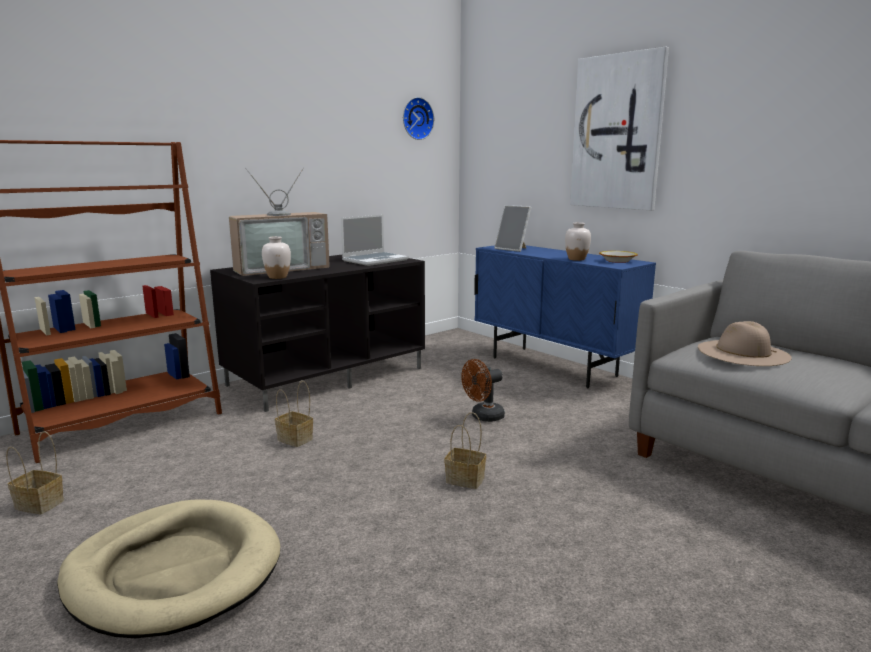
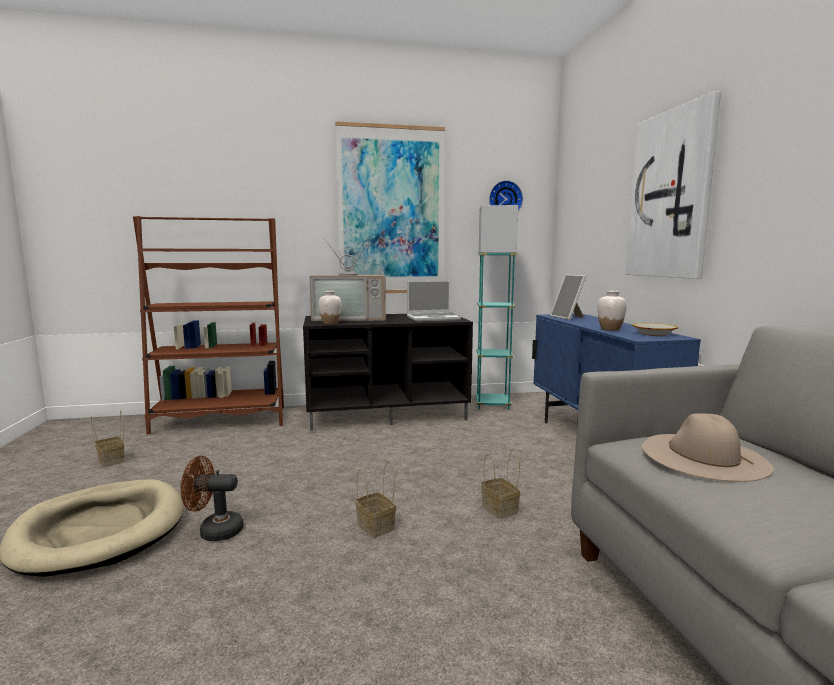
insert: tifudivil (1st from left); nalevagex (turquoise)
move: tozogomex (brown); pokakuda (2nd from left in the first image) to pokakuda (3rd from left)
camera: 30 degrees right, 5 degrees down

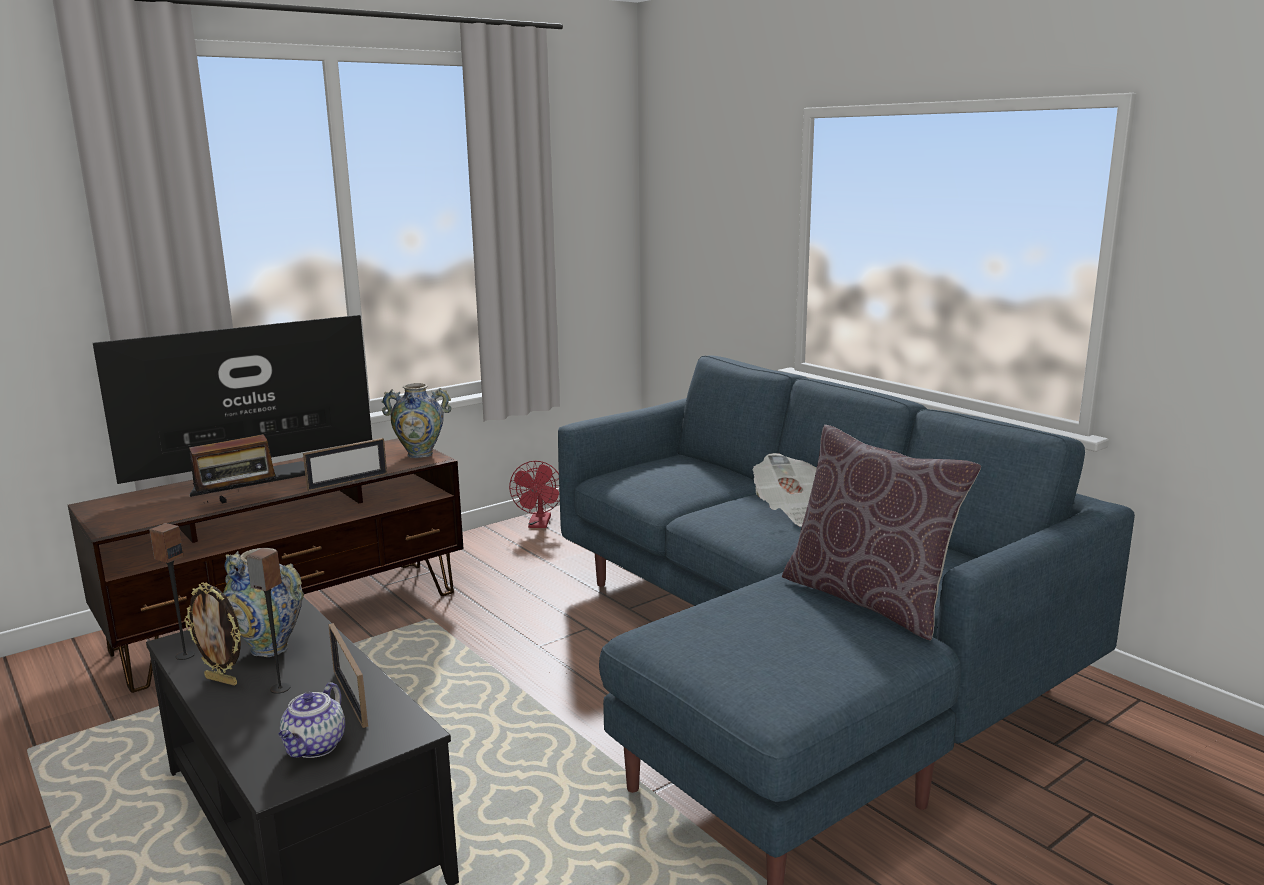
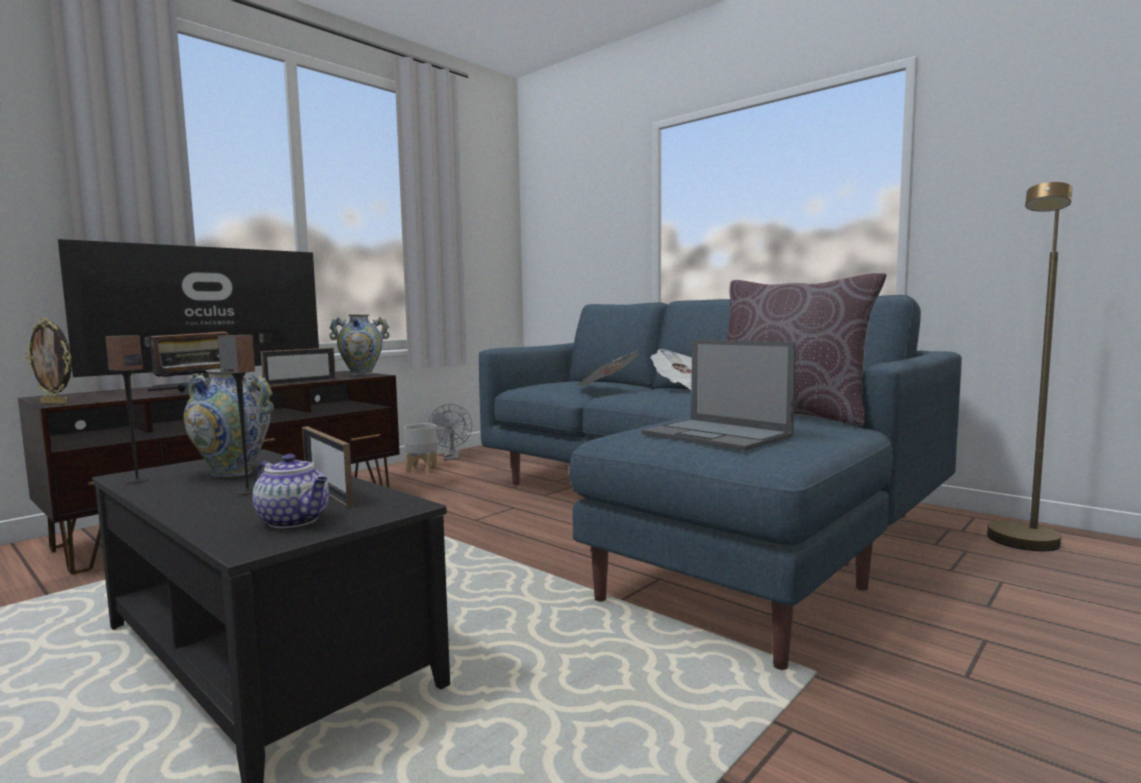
insert: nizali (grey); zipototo (1st from left); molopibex; nalevagex (brown)
move: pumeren (1st from left)
recolor: tozogomex (red) to tozogomex (grey)
rotate: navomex 60 degrees counterclockwise
camera: 10 degrees left, 10 degrees down

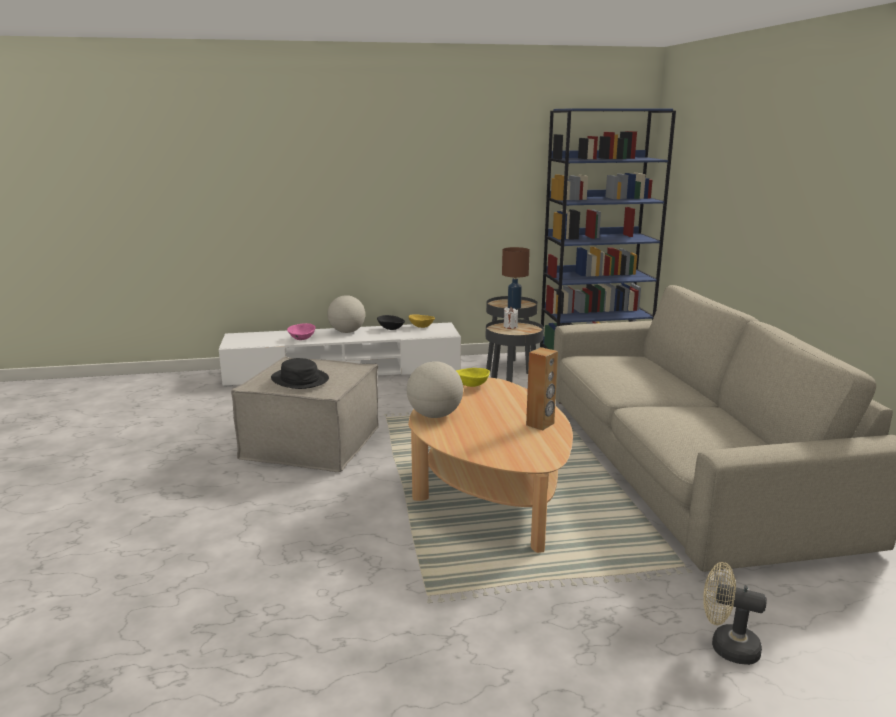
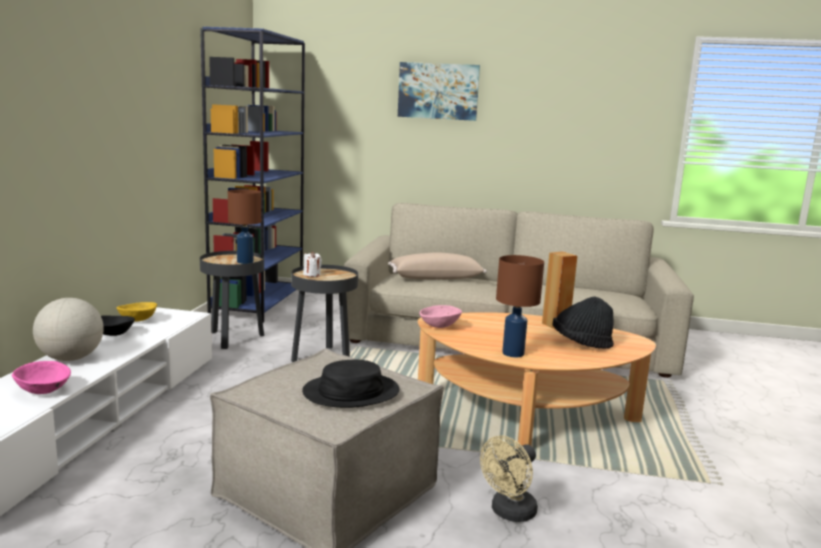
insert: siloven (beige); tifudivil; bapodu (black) (2nd from left)
move: tozogomex (beige)
replace: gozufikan (2nd from left) to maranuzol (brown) (2nd from left)
recolor: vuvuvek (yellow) (2nd from left) to vuvuvek (pink) (2nd from left)
camera: 70 degrees left, 5 degrees down

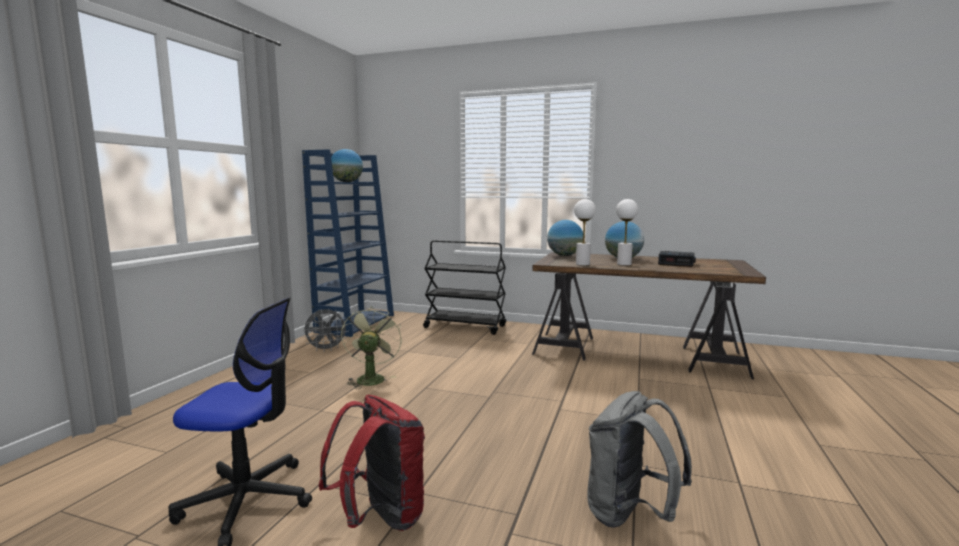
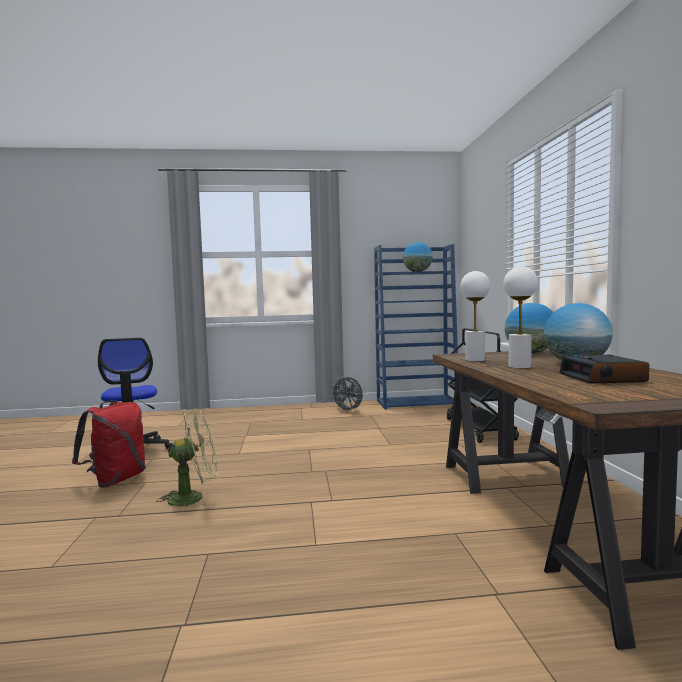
delete: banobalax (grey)
move: tozogomex (green)
camera: 65 degrees right, 5 degrees down

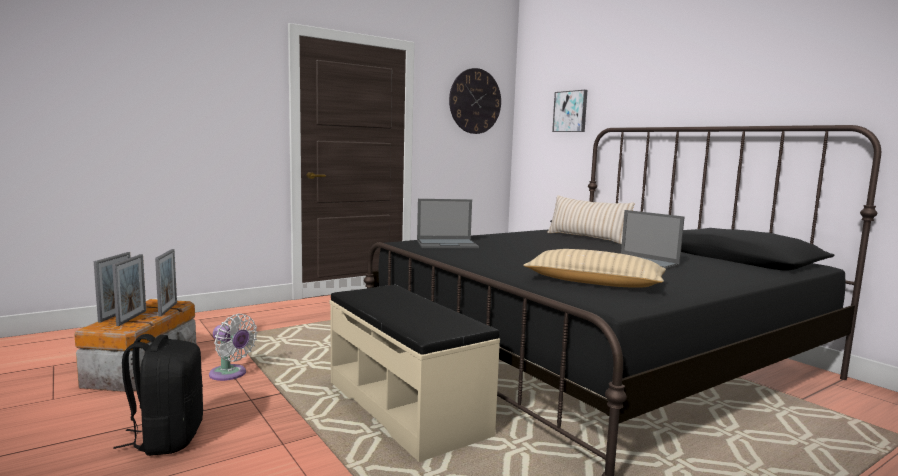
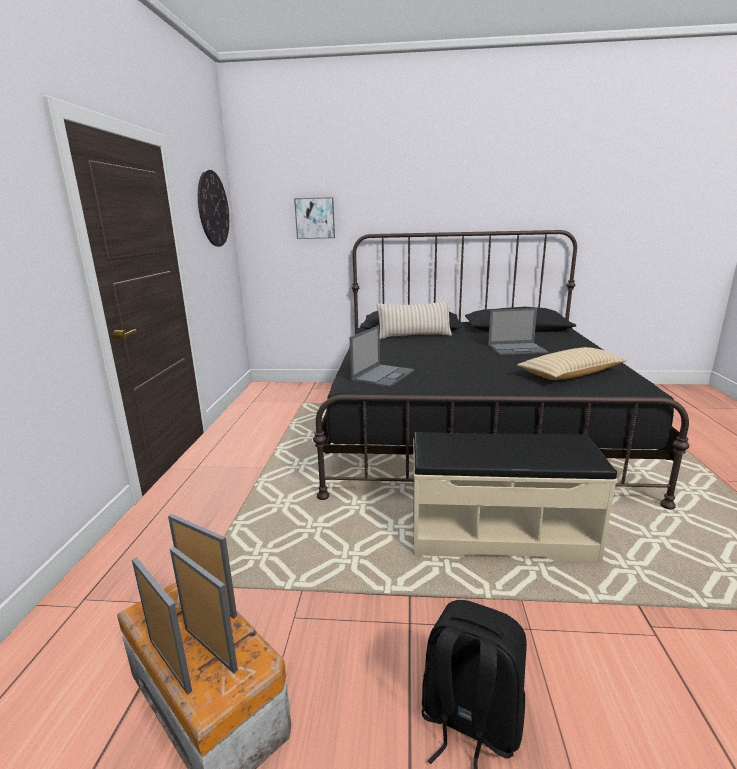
delete: tozogomex (white)
camera: 50 degrees left, 10 degrees up

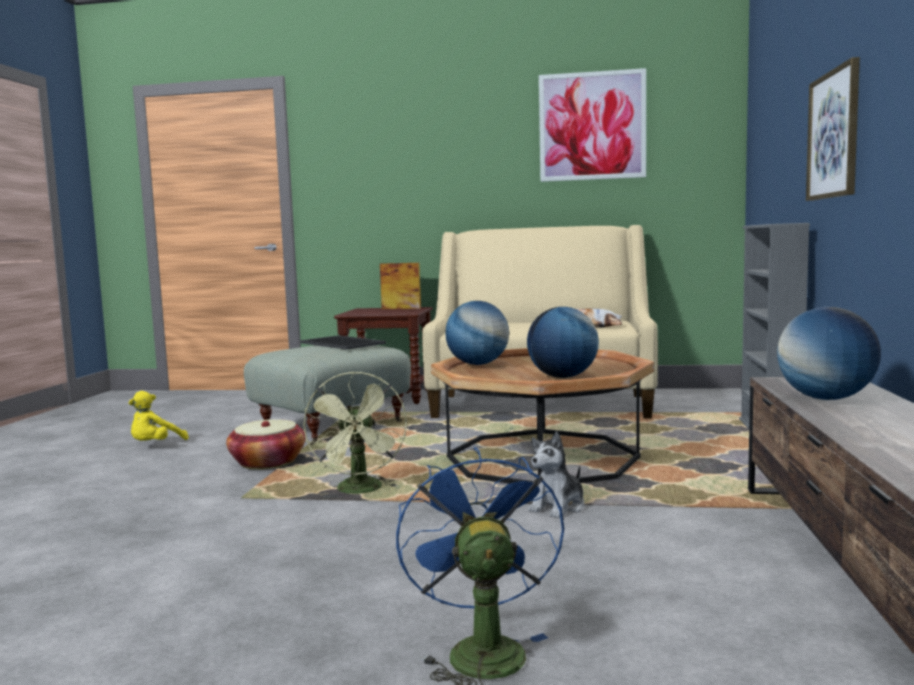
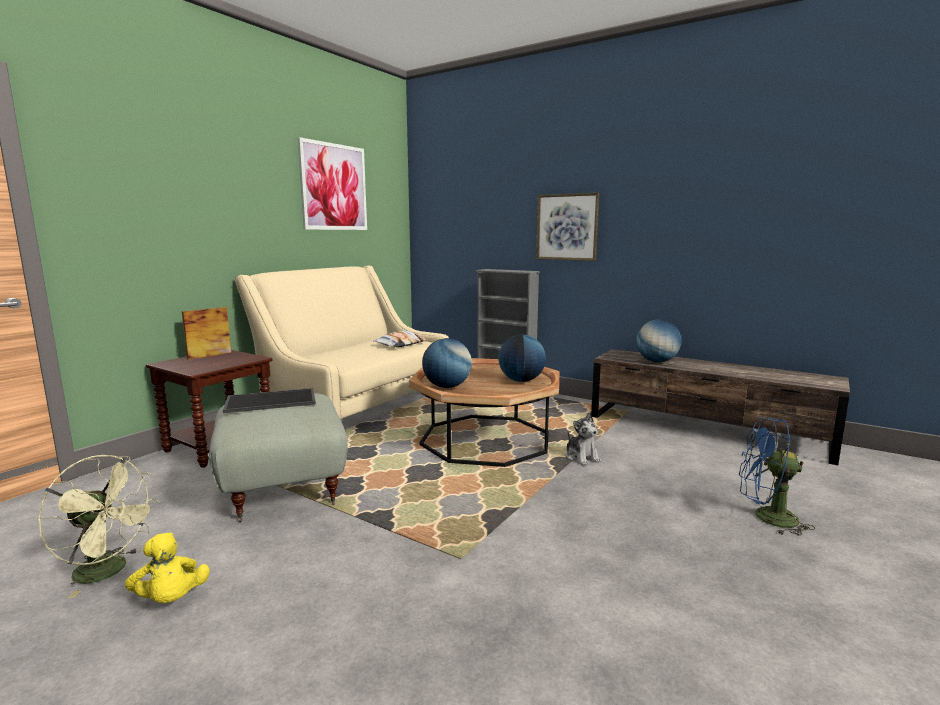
delete: pokakuda
move: tozogomex (green)
camera: 65 degrees left, 5 degrees up

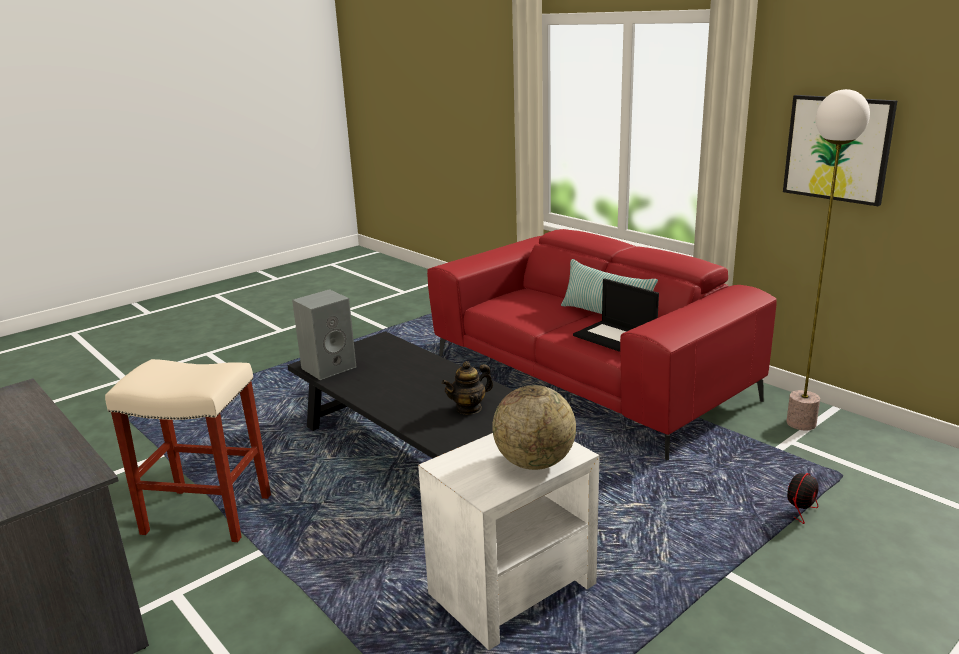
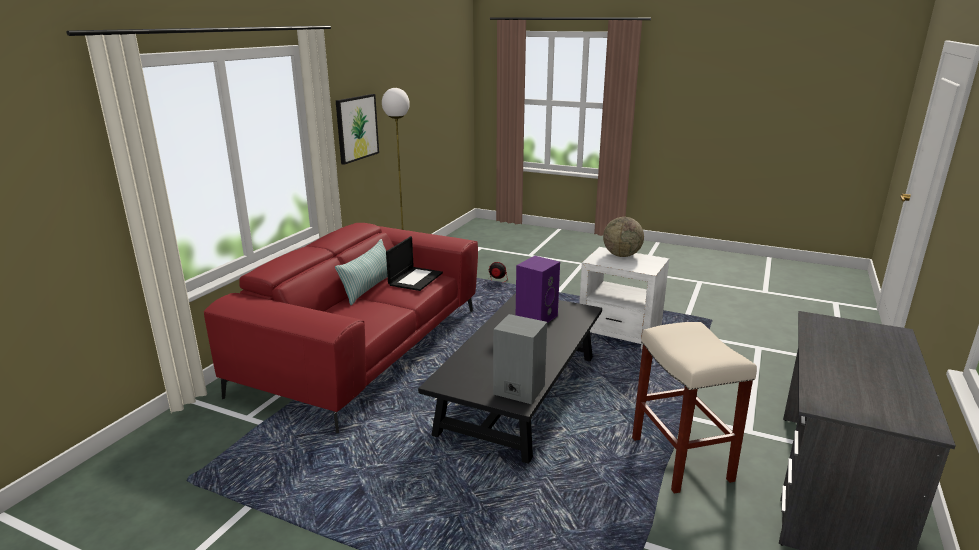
replace: navomex to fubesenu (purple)
camera: 115 degrees left, 0 degrees up

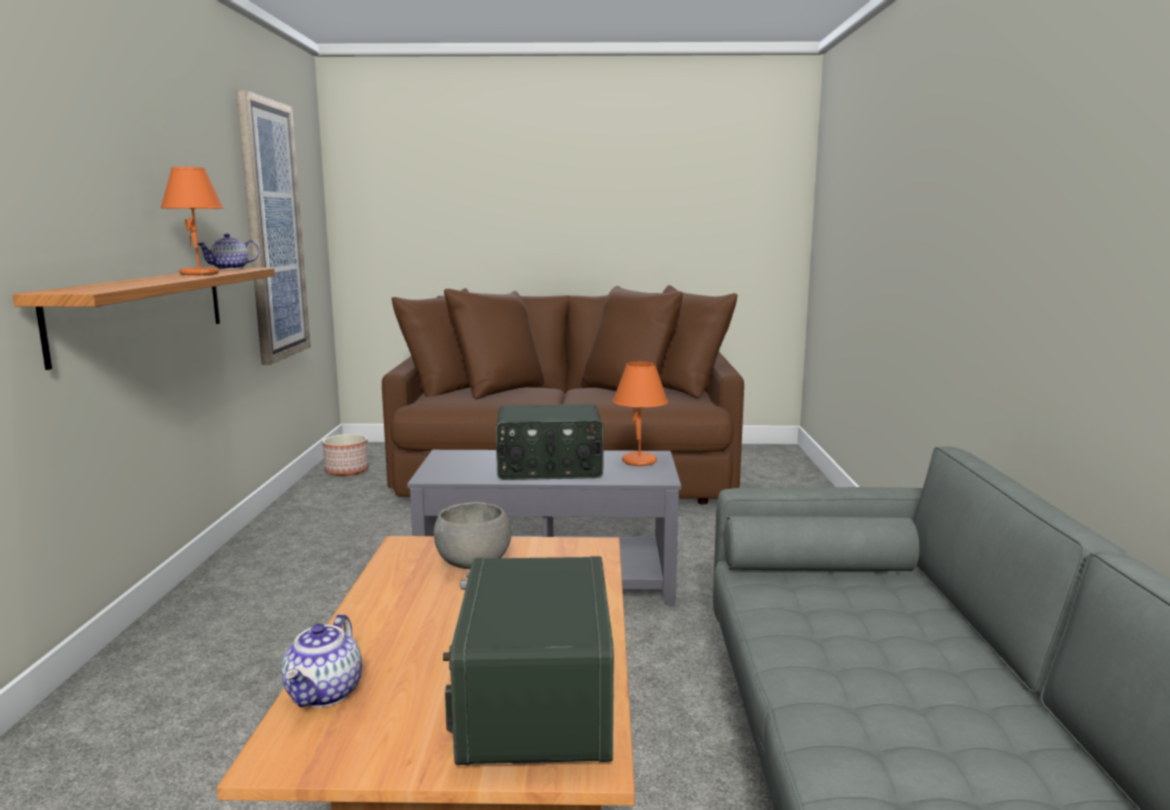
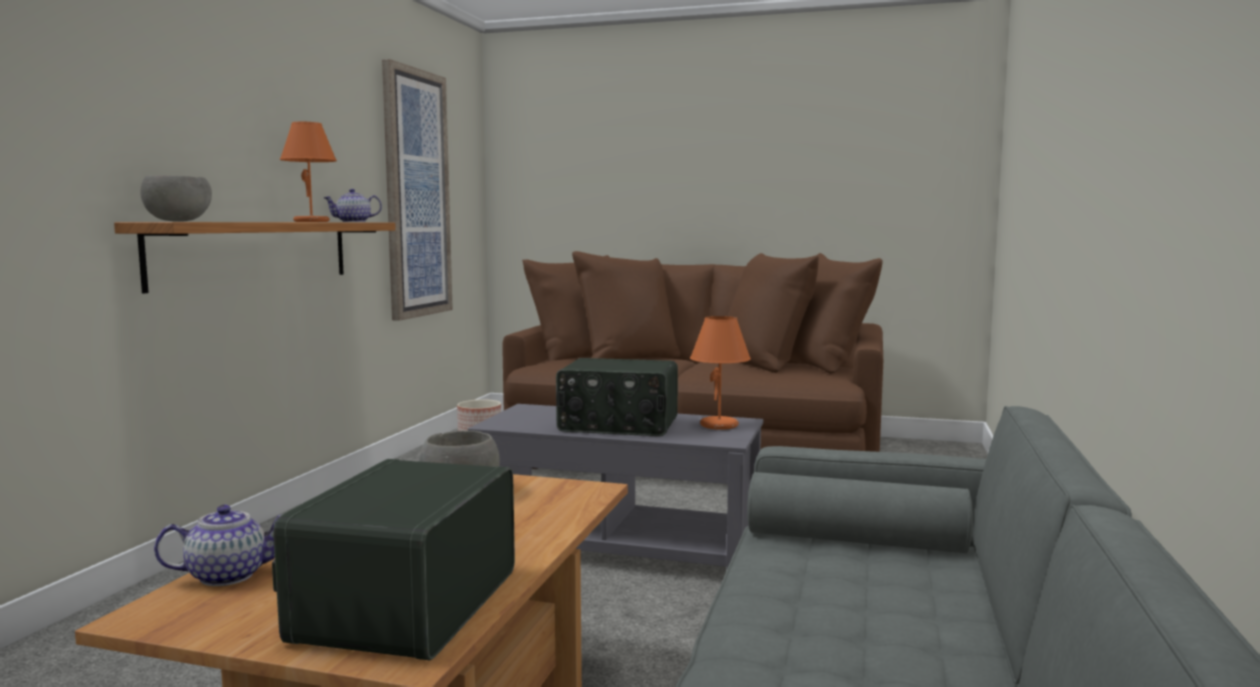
insert: vuvuvek (grey) (1st from left)
rotate: navomex (2nd from left in the first image) 135 degrees counterclockwise
camera: 15 degrees right, 5 degrees down

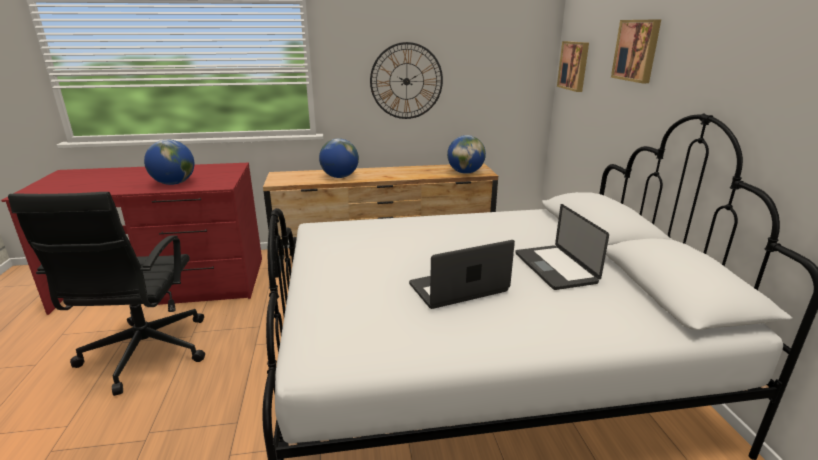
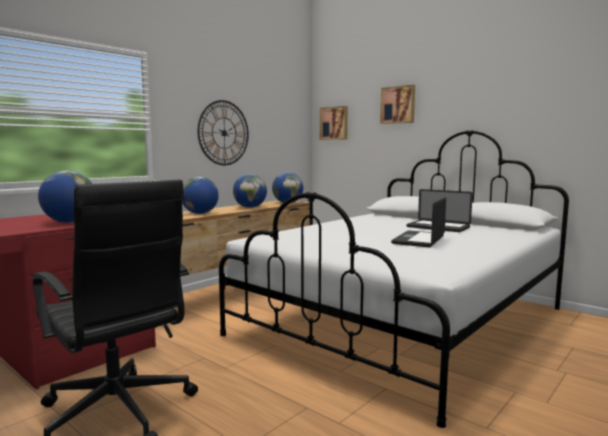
insert: gozufikan (3rd from left)
camera: 40 degrees left, 15 degrees down

